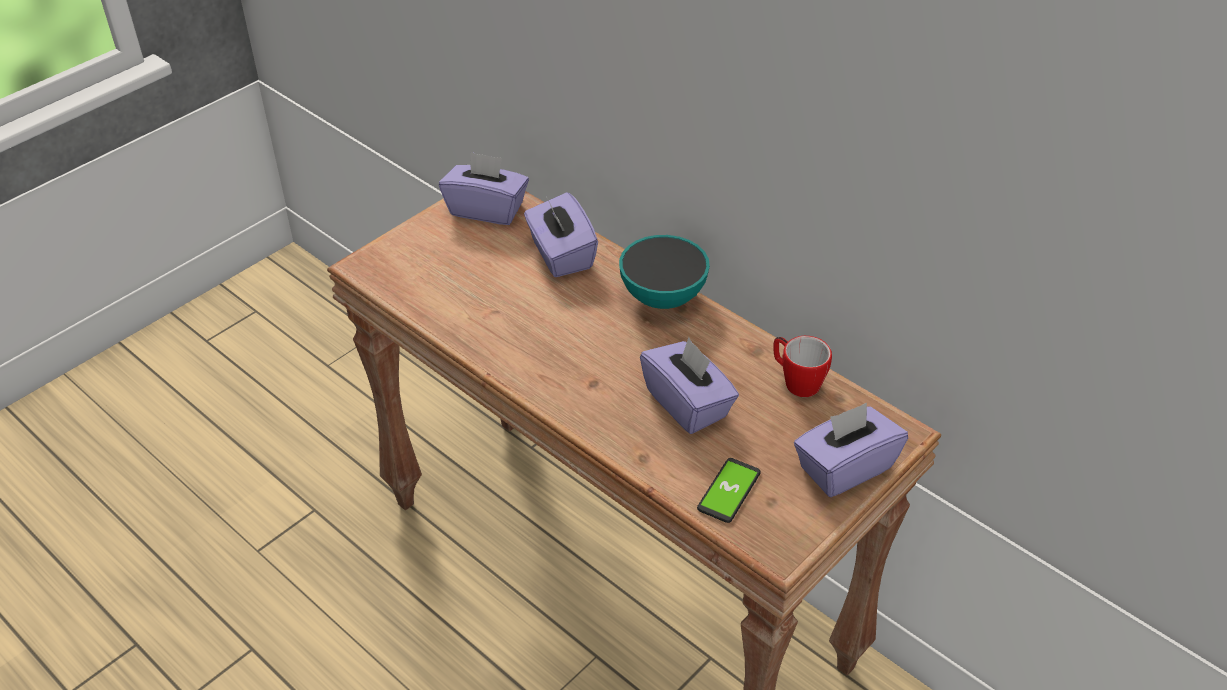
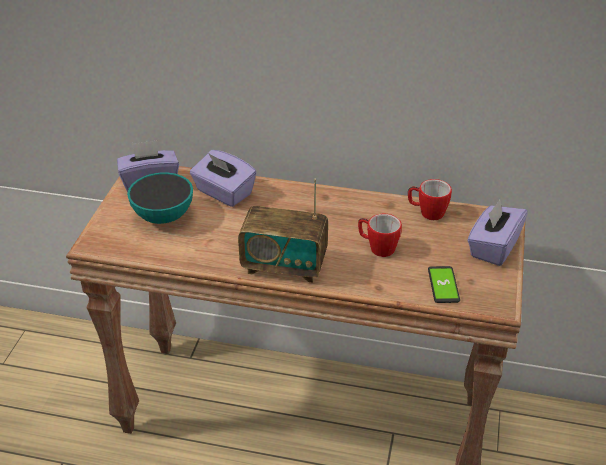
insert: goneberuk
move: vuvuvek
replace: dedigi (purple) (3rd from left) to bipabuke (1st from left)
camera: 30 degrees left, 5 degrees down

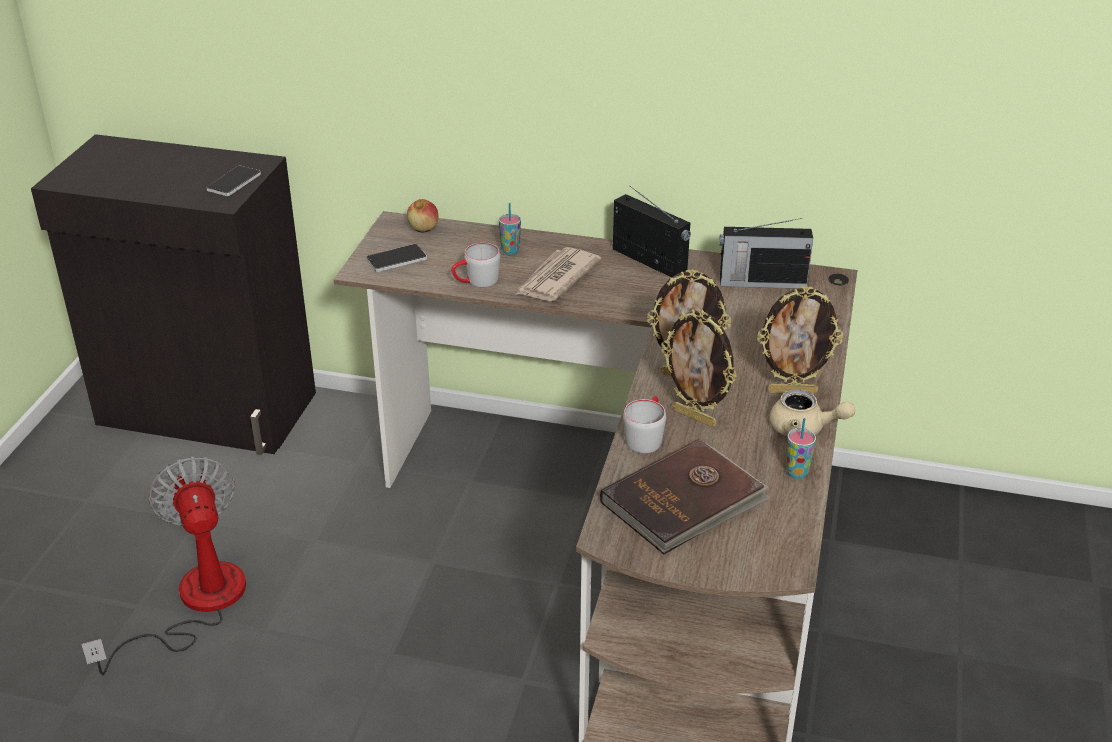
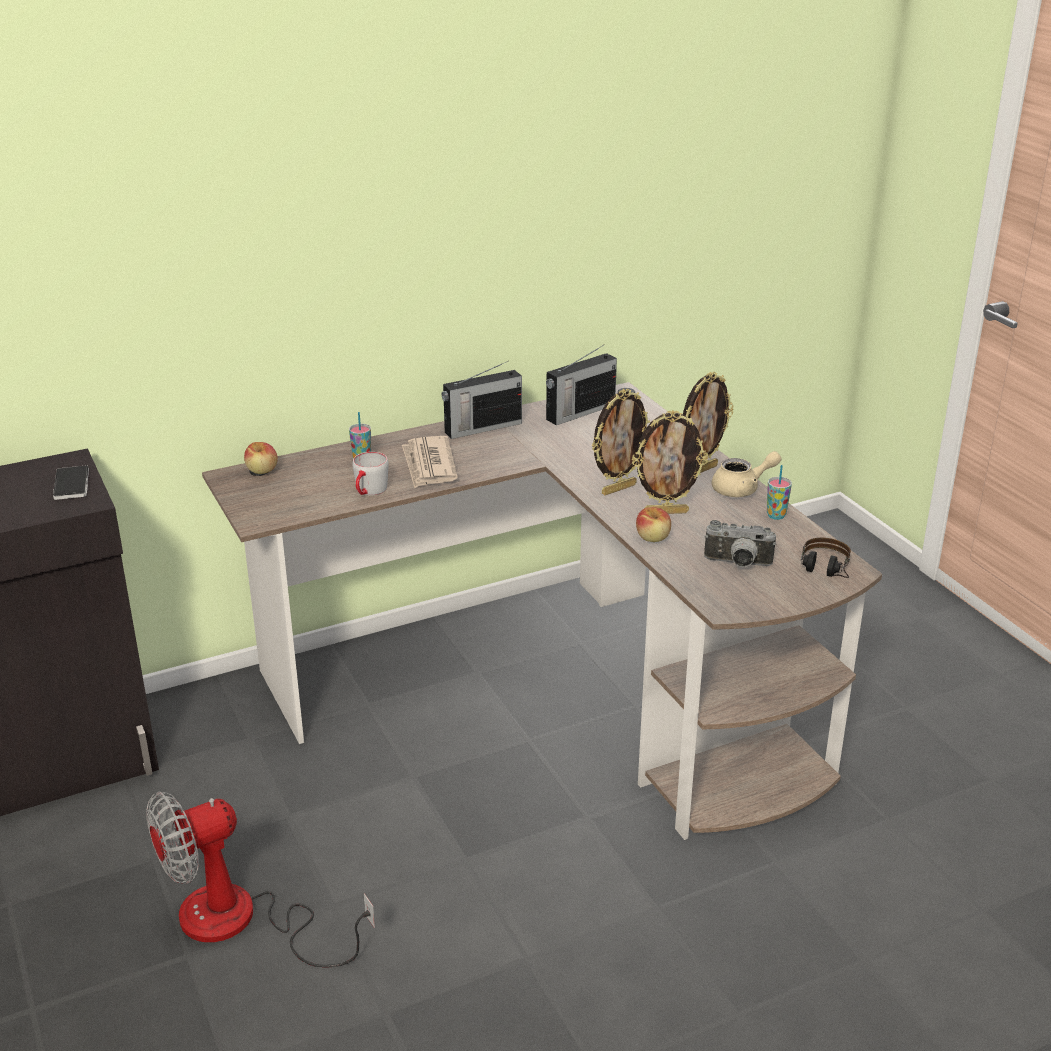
delete: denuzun (2nd from left)
insert: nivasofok
replace: bipabuke (grey) (2nd from left) to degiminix (2nd from left); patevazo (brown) to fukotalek
rotate: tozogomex 60 degrees counterclockwise; goneberuk (1st from left) 150 degrees clockwise
camera: 40 degrees left, 5 degrees down

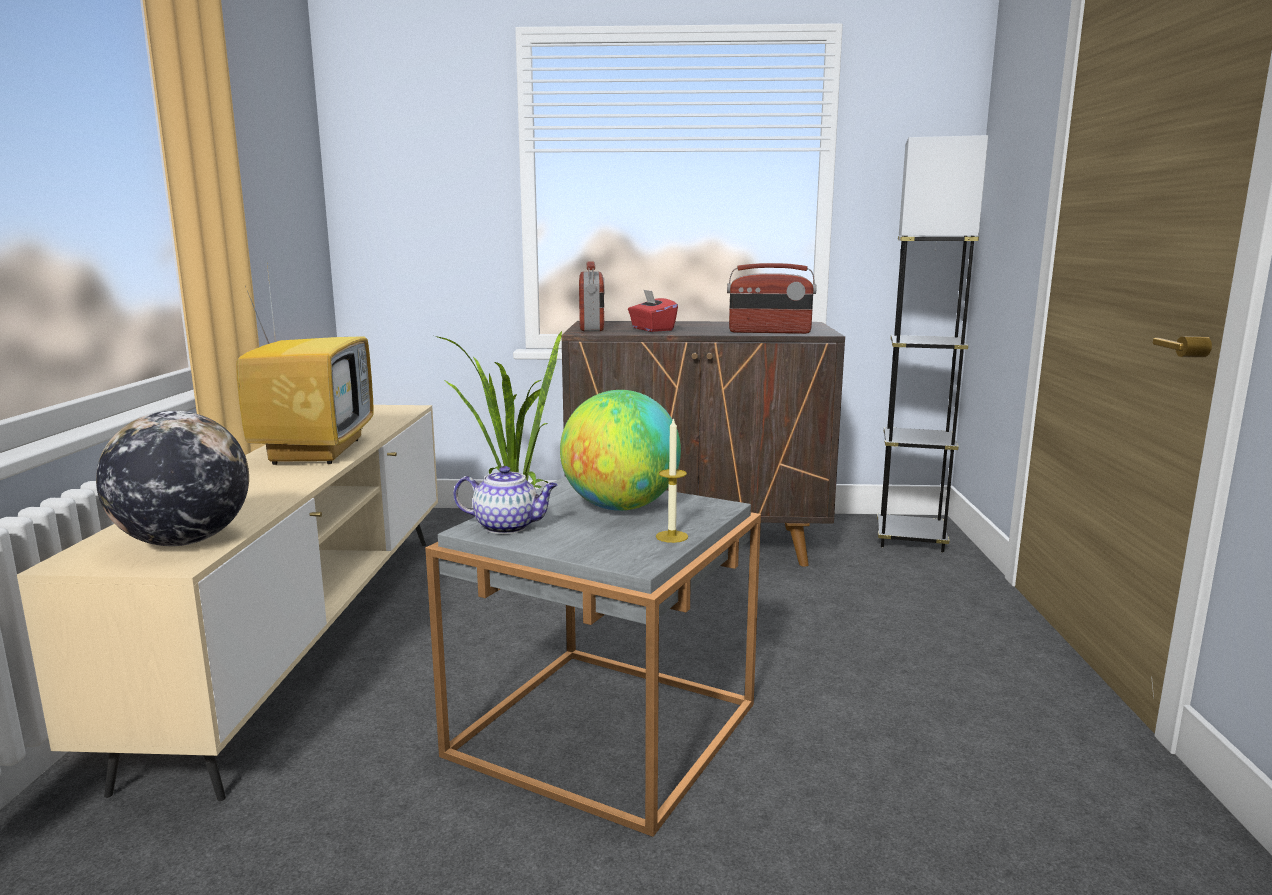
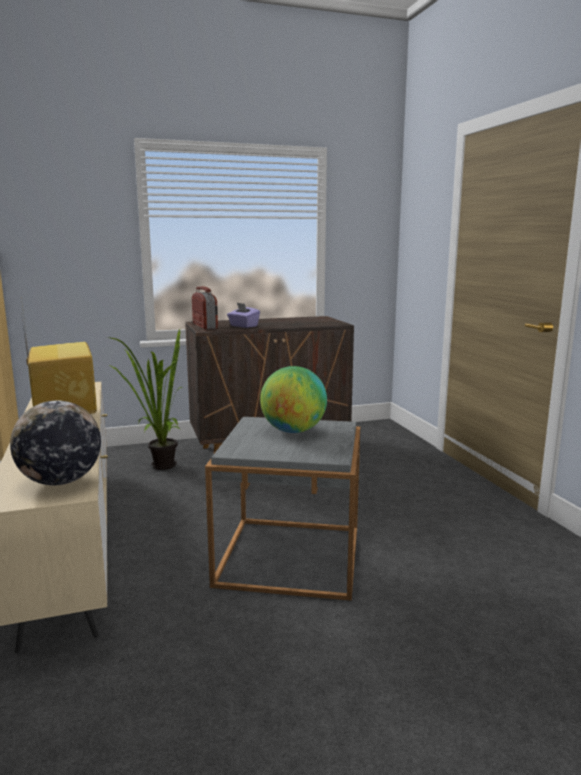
delete: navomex; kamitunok; goneberuk (2nd from left); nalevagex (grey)
recolor: dedigi (red) to dedigi (purple)
camera: 20 degrees left, 0 degrees up

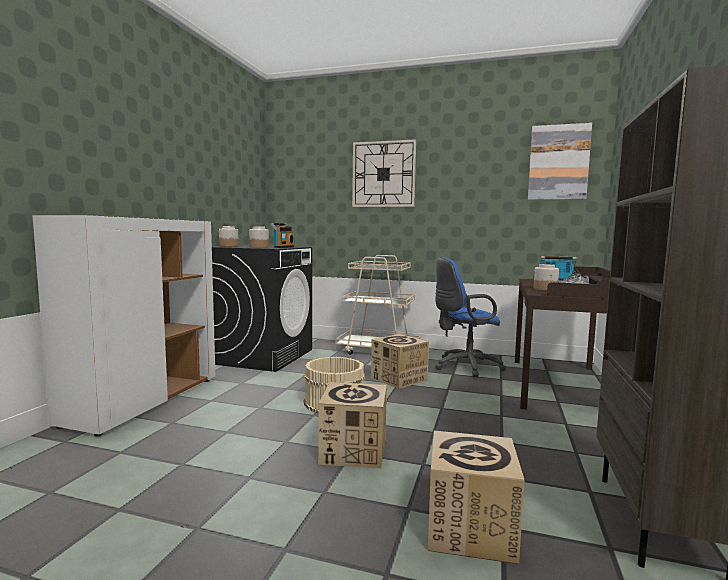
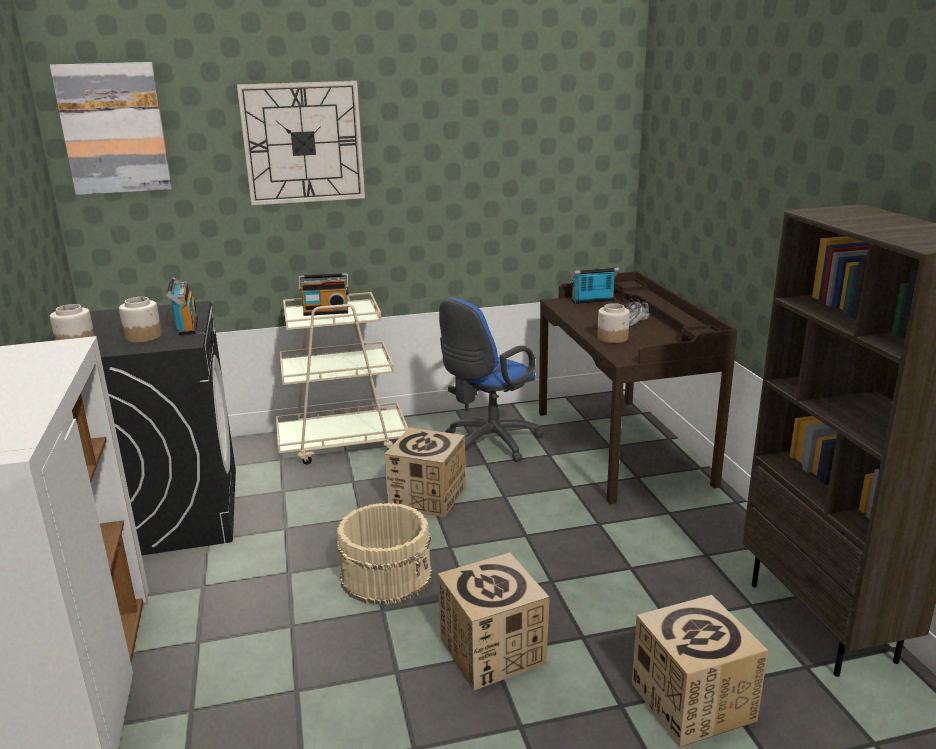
insert: goneberuk (2nd from left)
move: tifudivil
camera: 30 degrees left, 15 degrees up

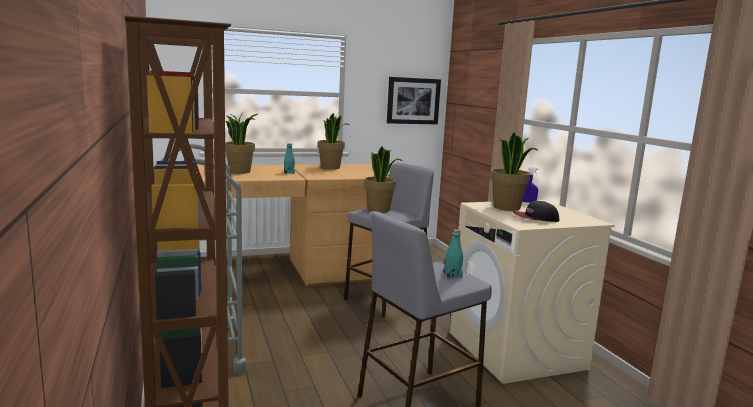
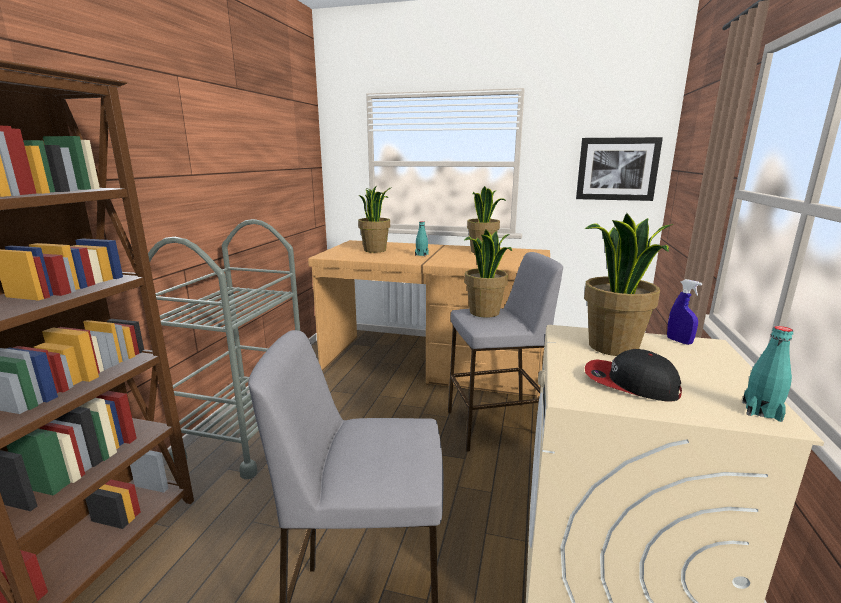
move: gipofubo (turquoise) (2nd from left)
camera: 35 degrees right, 5 degrees up

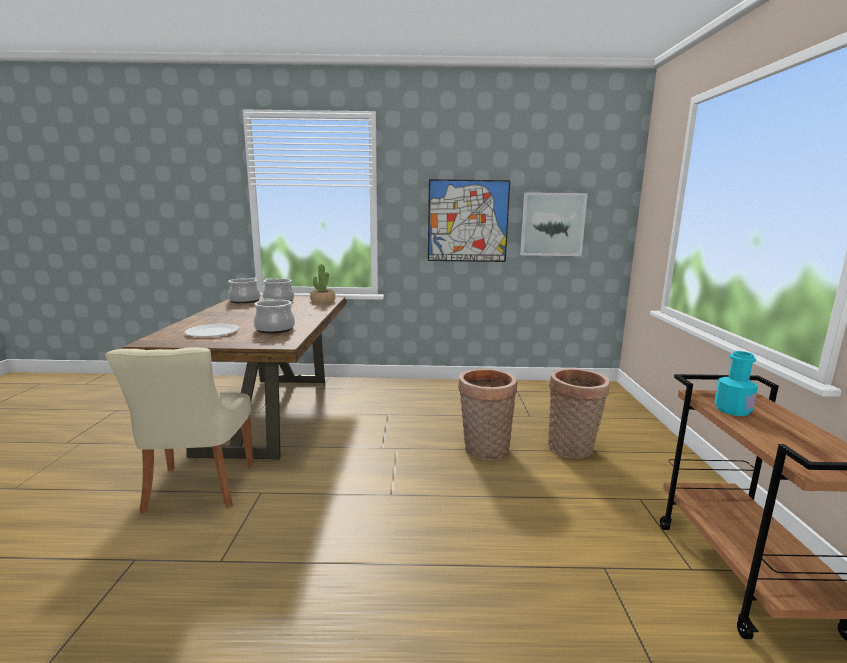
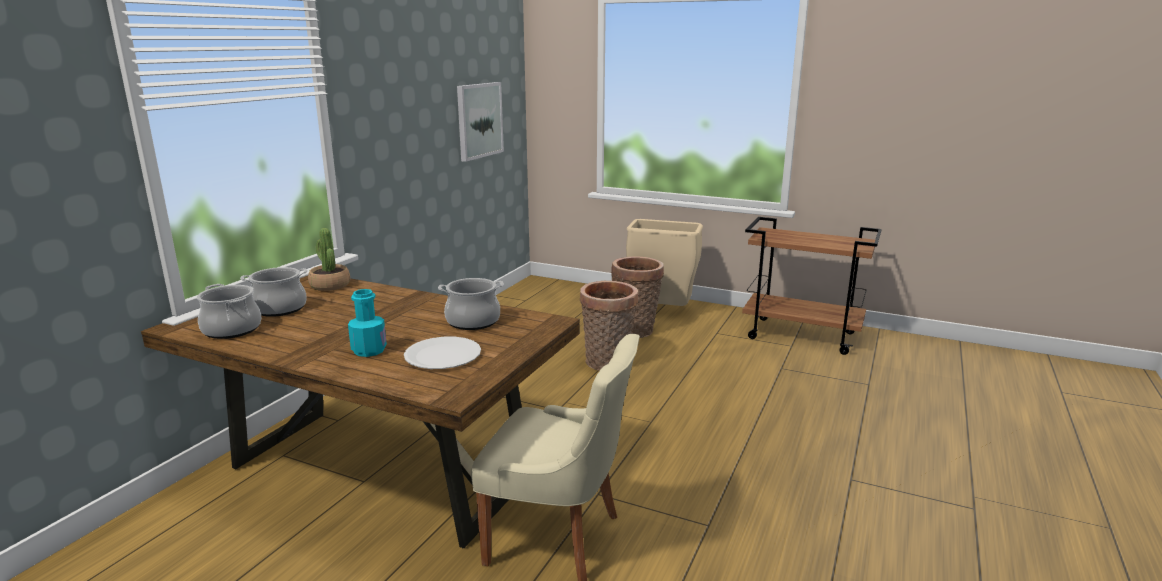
delete: tifudivil (1st from left)
insert: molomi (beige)
move: gipofubo (turquoise)
camera: 65 degrees left, 5 degrees up

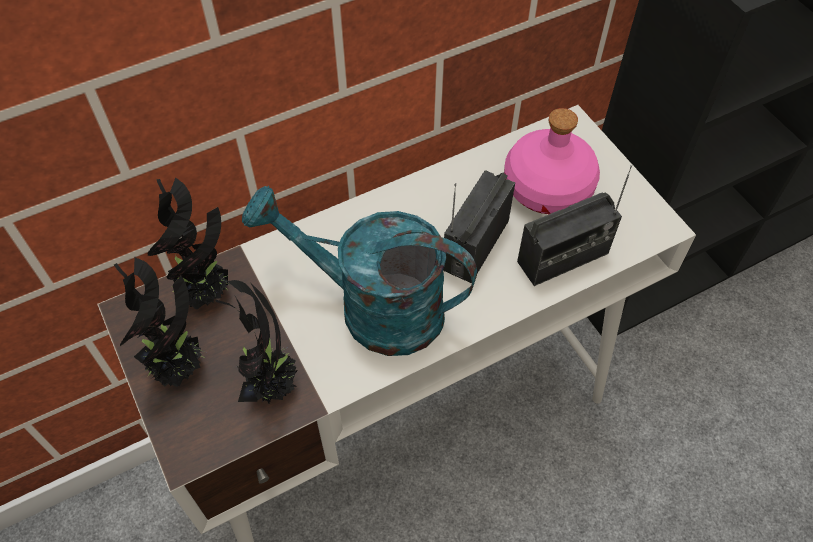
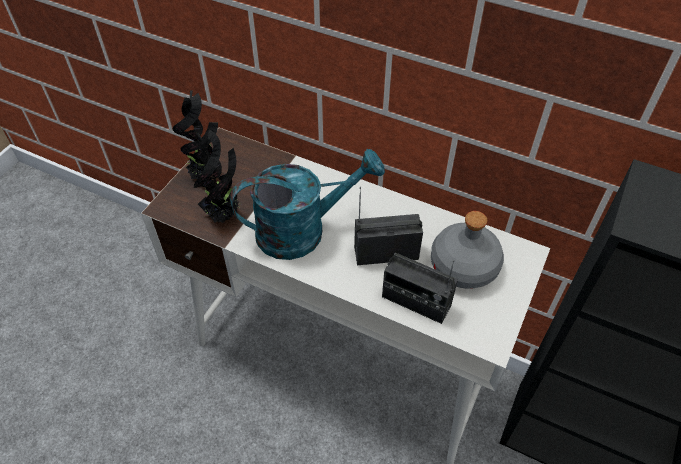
delete: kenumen (2nd from left)
recolor: gipofubo (pink) to gipofubo (grey)
rotate: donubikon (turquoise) 90 degrees clockwise
camera: 55 degrees right, 5 degrees down

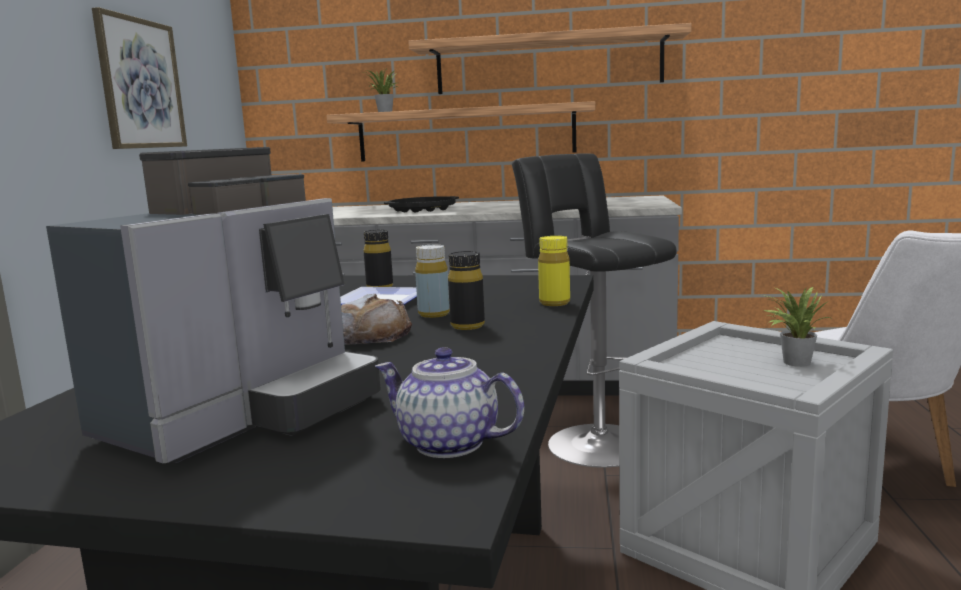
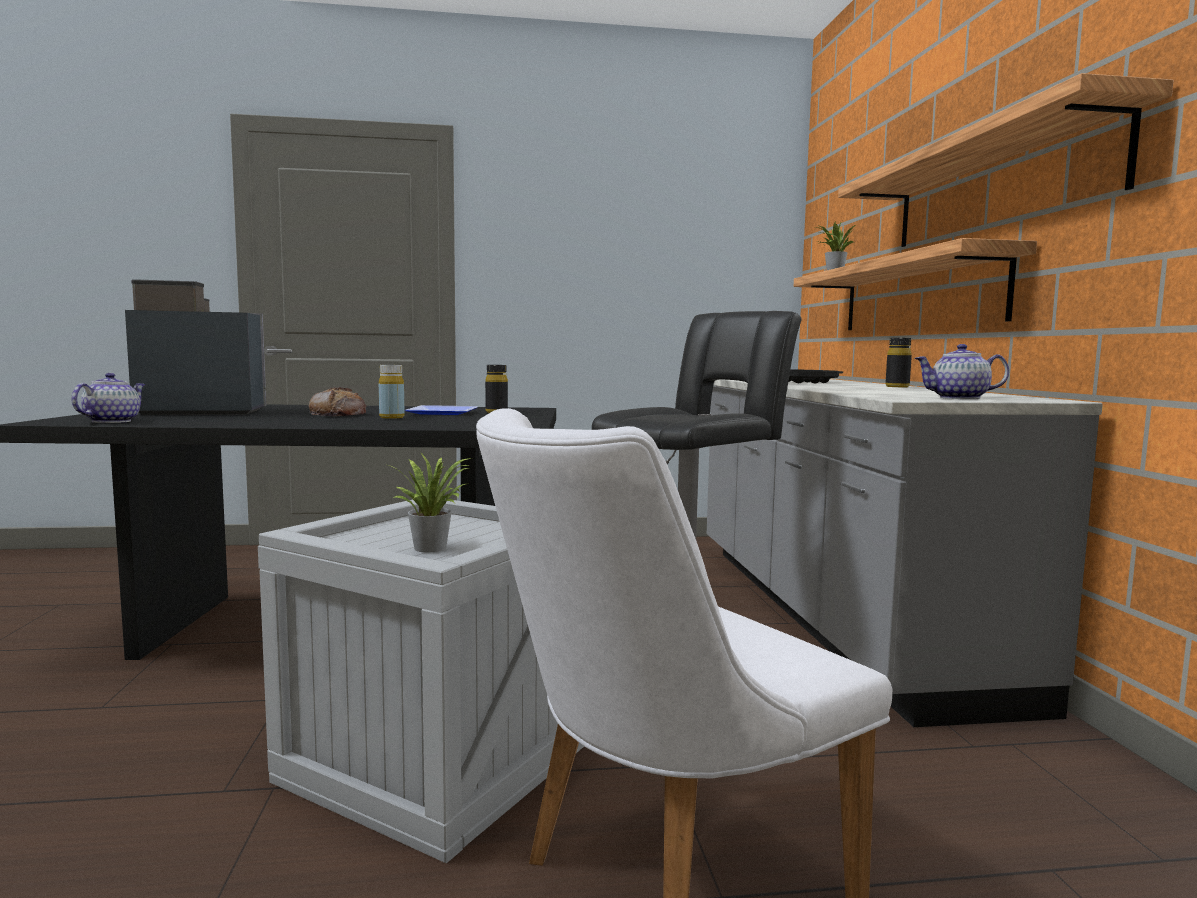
delete: tifudivil; gipofubo (yellow) (2nd from left)
insert: navomex (2nd from left)
move: gipofubo (black) (2nd from left)
rotate: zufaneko 150 degrees clockwise
camera: 75 degrees right, 5 degrees down

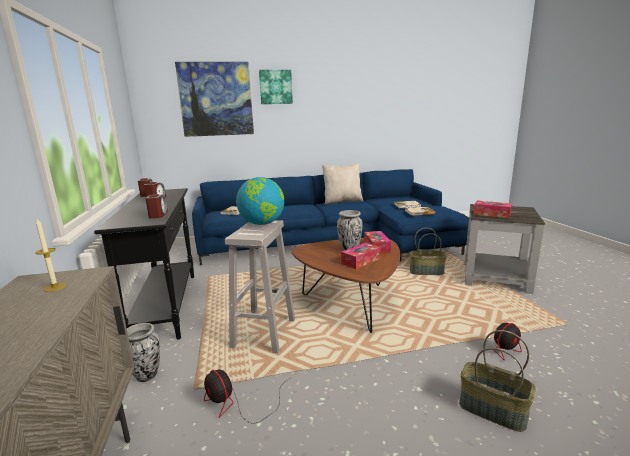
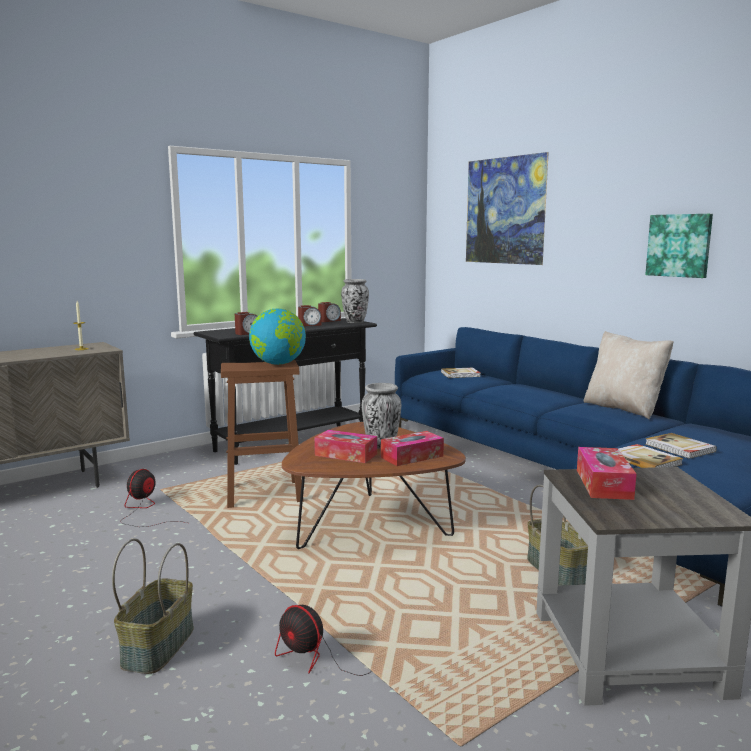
move: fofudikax (1st from left); tifudivil (2nd from left)
recolor: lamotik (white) to lamotik (brown)
camera: 65 degrees right, 5 degrees down

